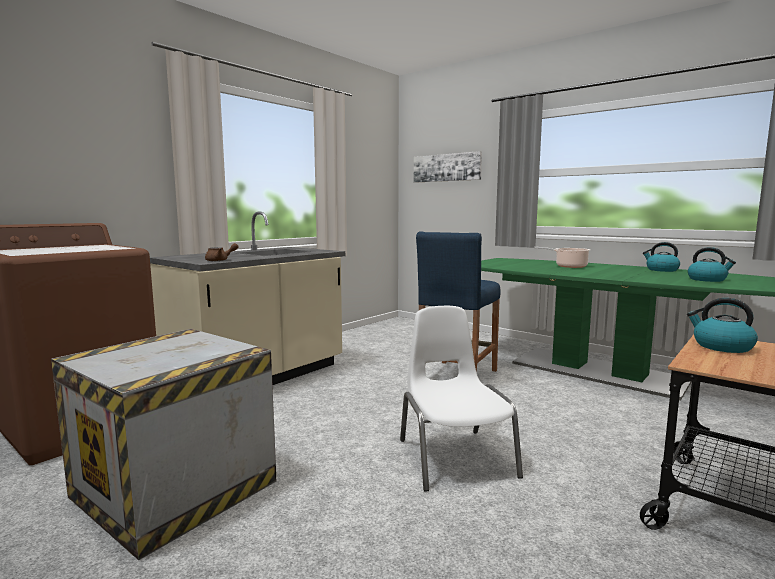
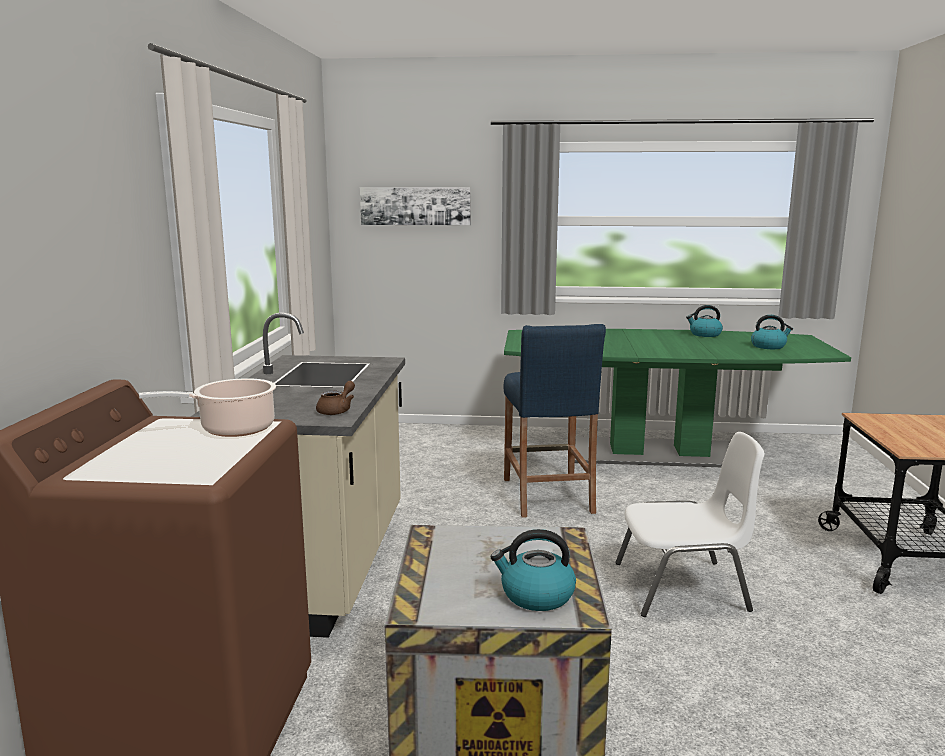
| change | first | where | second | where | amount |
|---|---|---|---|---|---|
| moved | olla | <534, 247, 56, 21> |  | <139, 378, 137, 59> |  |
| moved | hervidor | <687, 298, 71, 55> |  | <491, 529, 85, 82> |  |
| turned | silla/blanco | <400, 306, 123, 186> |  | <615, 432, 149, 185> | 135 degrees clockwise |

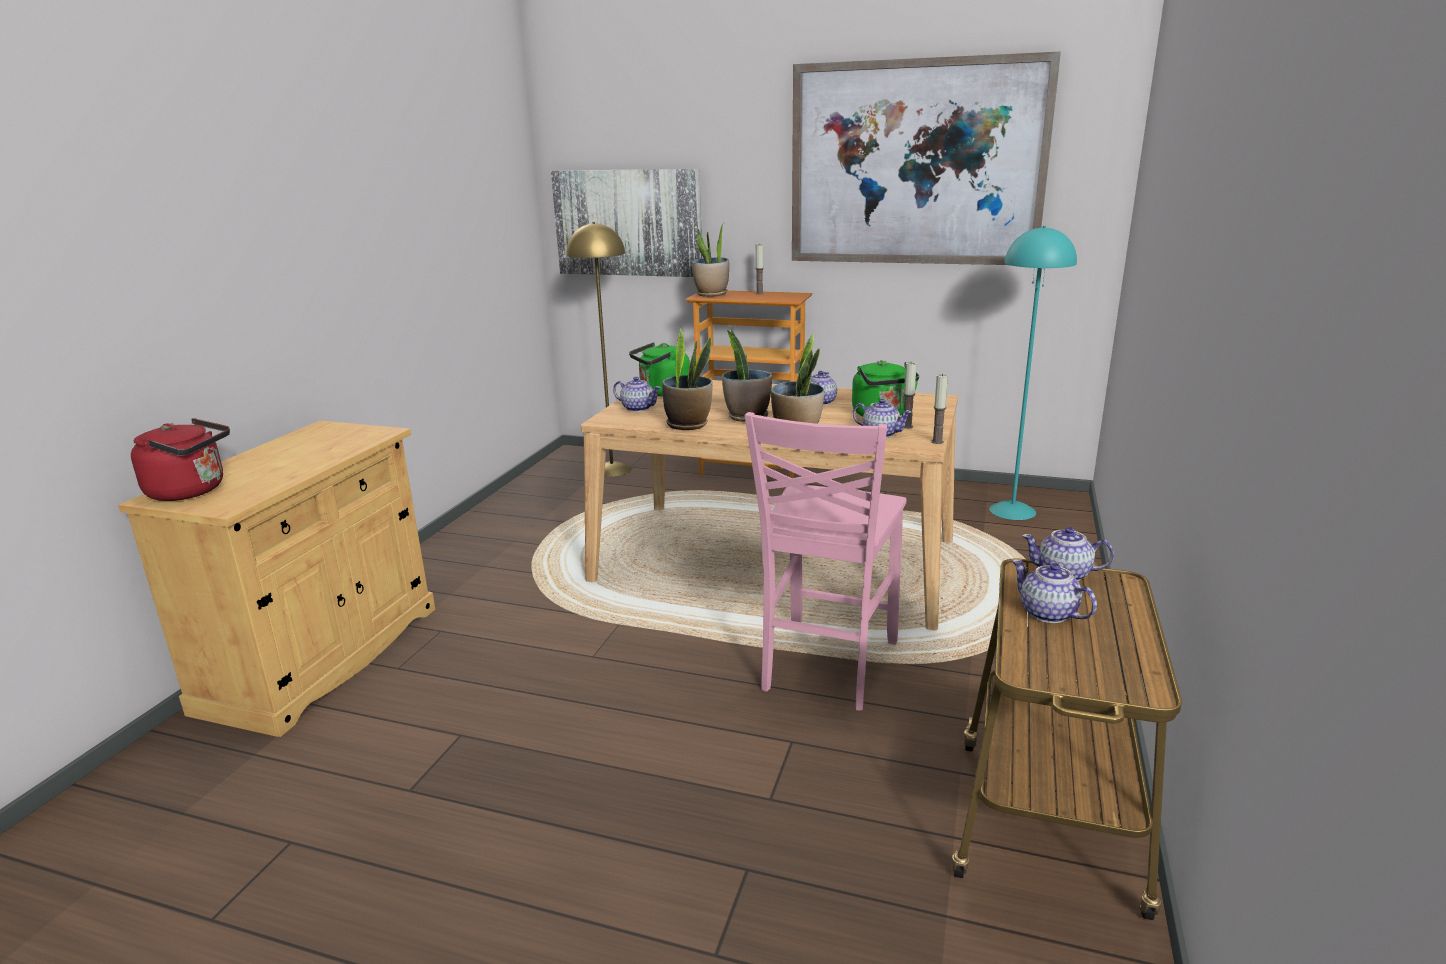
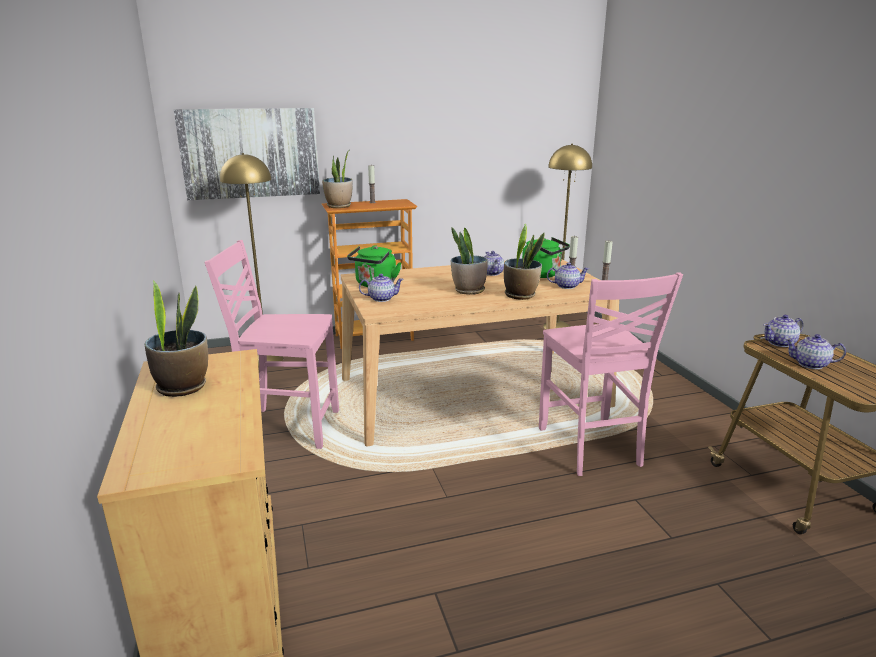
| change | first | where | second | where | amount |
|---|---|---|---|---|---|
| removed | cuadro | <792, 52, 269, 213> |  |  |  |
| recoloured | lámpara de pie/turquesa | <989, 226, 88, 294> | lámpara de pie/amarillo | <543, 144, 49, 185> |  |
| moved | planta en maceta | <662, 328, 51, 102> |  | <144, 280, 64, 117> |  |
| removed | hervidor/rojo | <131, 418, 99, 83> |  |  |  |
| added |  |  | silla/rosa | <205, 240, 134, 209> |  |

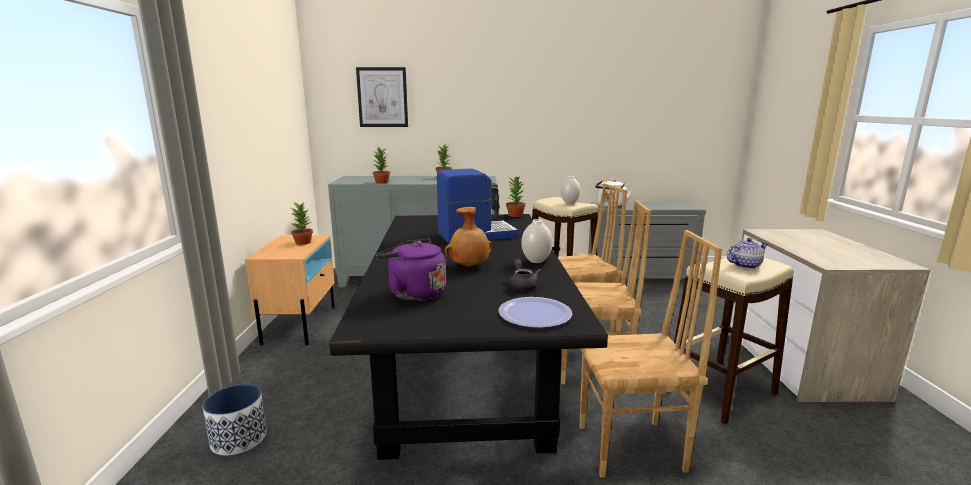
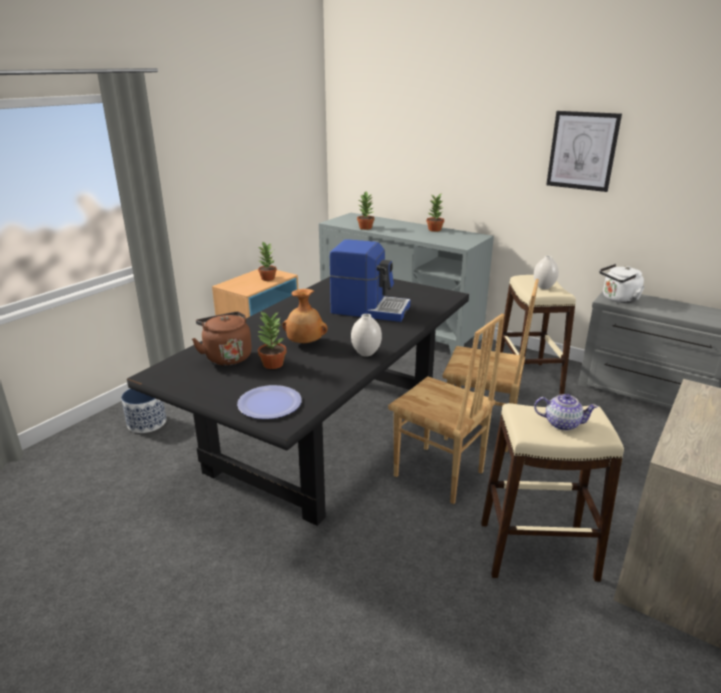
| change | first | where | second | where | amount |
|---|---|---|---|---|---|
| moved | cuadro | <356, 67, 52, 60> |  | <546, 111, 76, 81> |  |
| moved | planta en maceta | <506, 176, 20, 41> |  | <257, 312, 30, 57> |  |
| removed | silla/marrón | <580, 230, 142, 248> |  |  |  |
| recoloured | hervidor/morado | <376, 238, 70, 63> | hervidor/marrón | <192, 312, 60, 54> |  |
| removed | tetera/gris | <510, 259, 32, 32> |  |  |  |

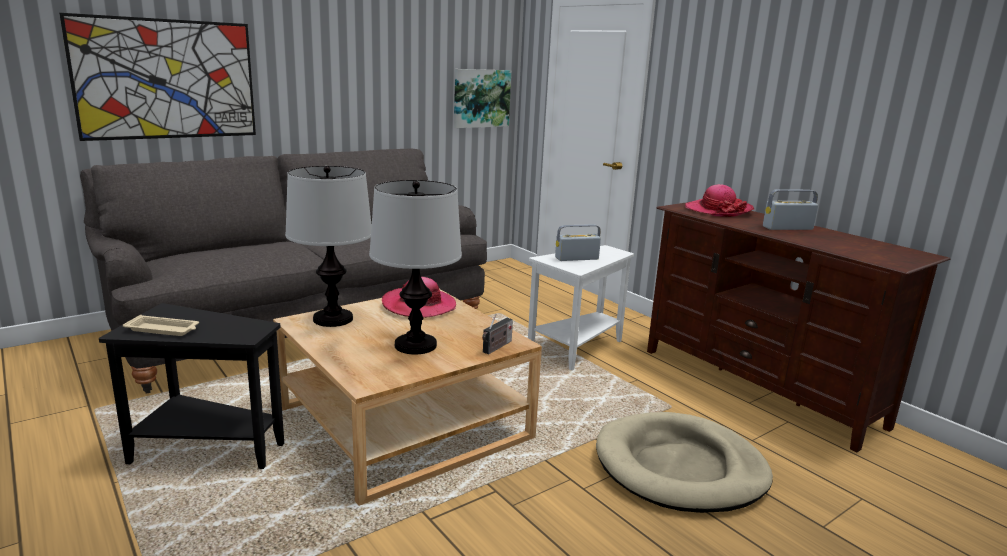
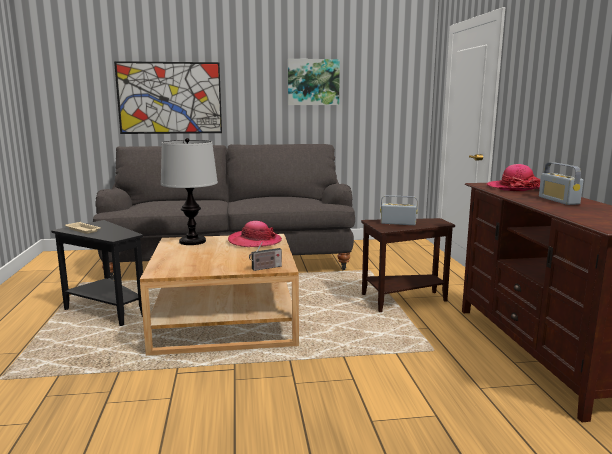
| change | first | where | second | where | amount |
|---|---|---|---|---|---|
| moved | cuadro | <454, 69, 57, 59> |  | <288, 59, 52, 46> |  |
| removed | lámpara de mesa | <369, 180, 93, 174> |  |  |  |
| turned | radio | <763, 189, 55, 41> |  | <539, 162, 44, 43> | 120 degrees counterclockwise |
| recoloured | mesa auxiliar/blanco | <528, 245, 106, 125> | mesa auxiliar/marrón | <361, 218, 94, 94> |  |
| removed | cama para perro/beis | <596, 412, 177, 101> |  |  |  |

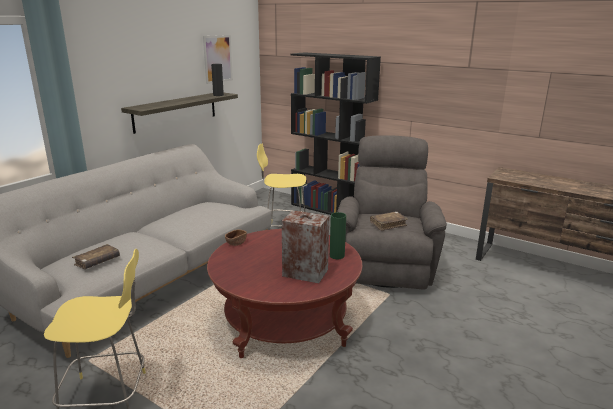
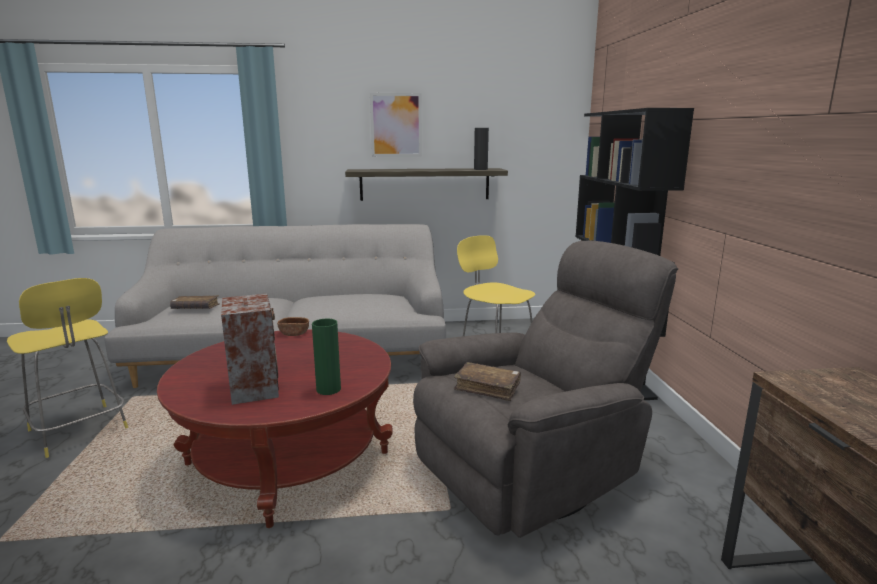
| change | first | where | second | where | amount |
|---|---|---|---|---|---|
| moved | cuadro | <203, 35, 30, 49> |  | <370, 93, 52, 64> |  |

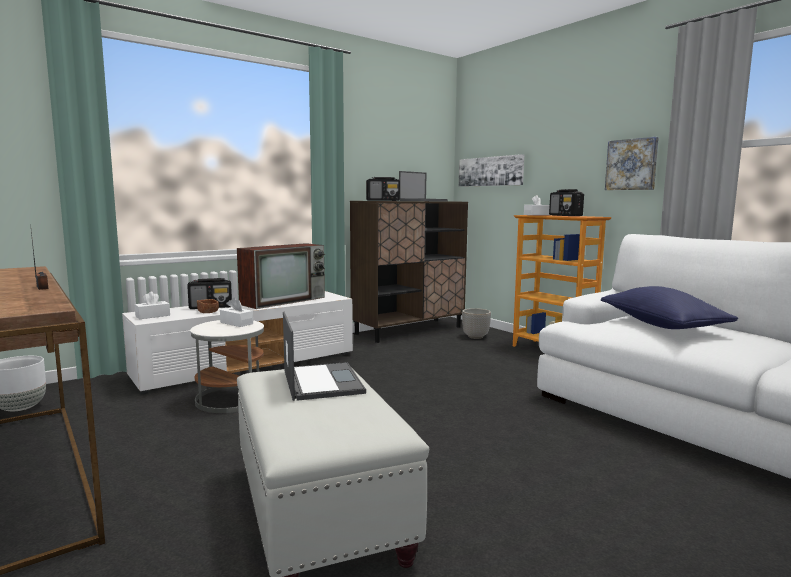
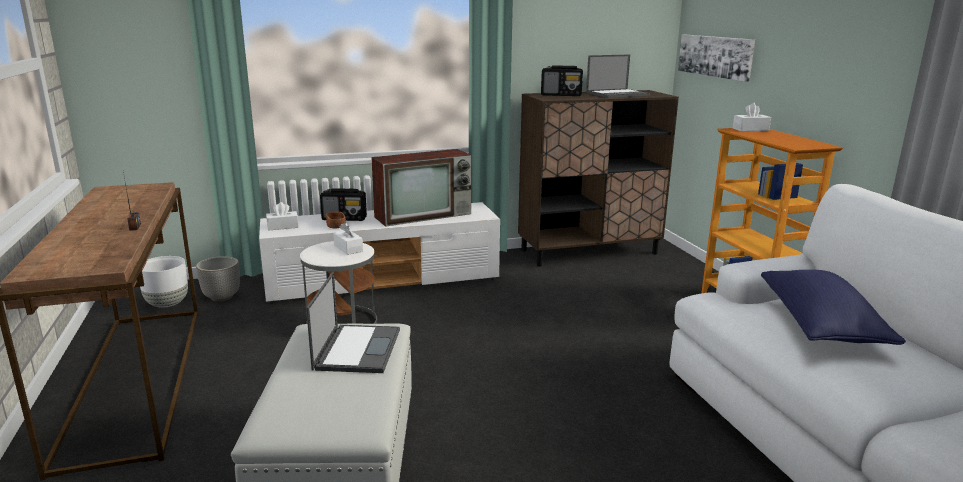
| change | first | where | second | where | amount |
|---|---|---|---|---|---|
| removed | cuadro | <605, 137, 54, 53> |  |  |  |
| removed | radio | <549, 189, 35, 27> |  |  |  |
| moved | maceta | <462, 308, 29, 31> |  | <196, 256, 44, 46> |  |

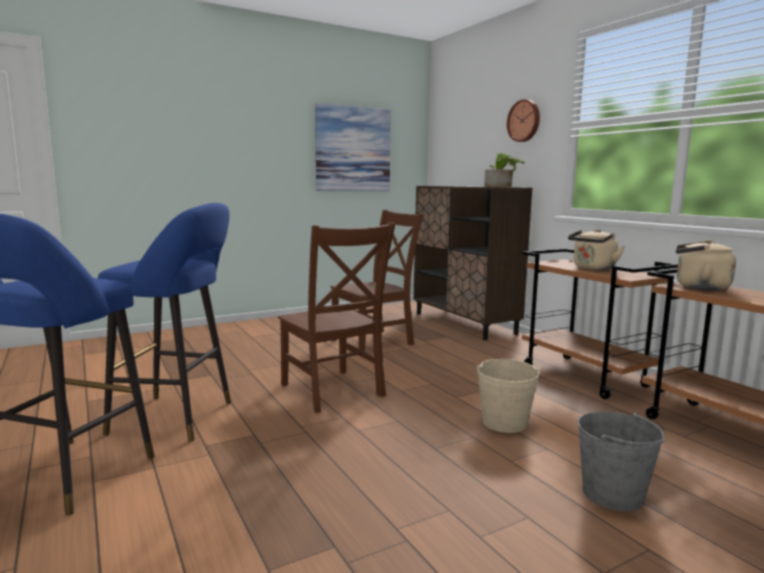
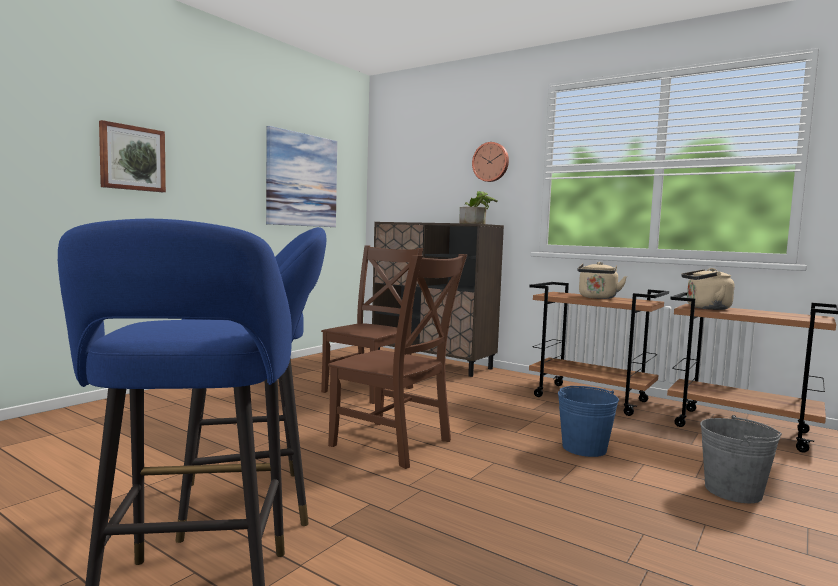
| change | first | where | second | where | amount |
|---|---|---|---|---|---|
| recoloured | cubo/beis | <476, 359, 64, 74> | cubo/azul | <558, 386, 61, 71> |  |
| added |  |  | cuadro | <99, 120, 67, 72> |  |

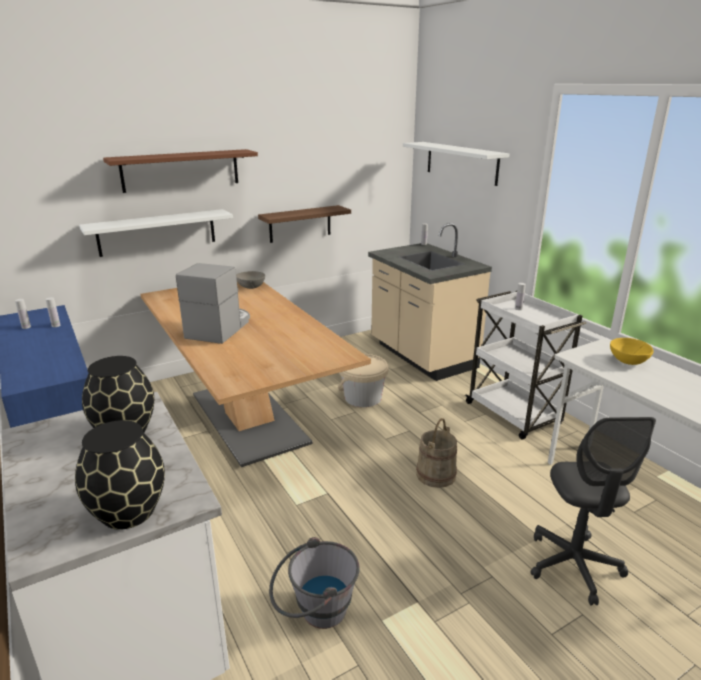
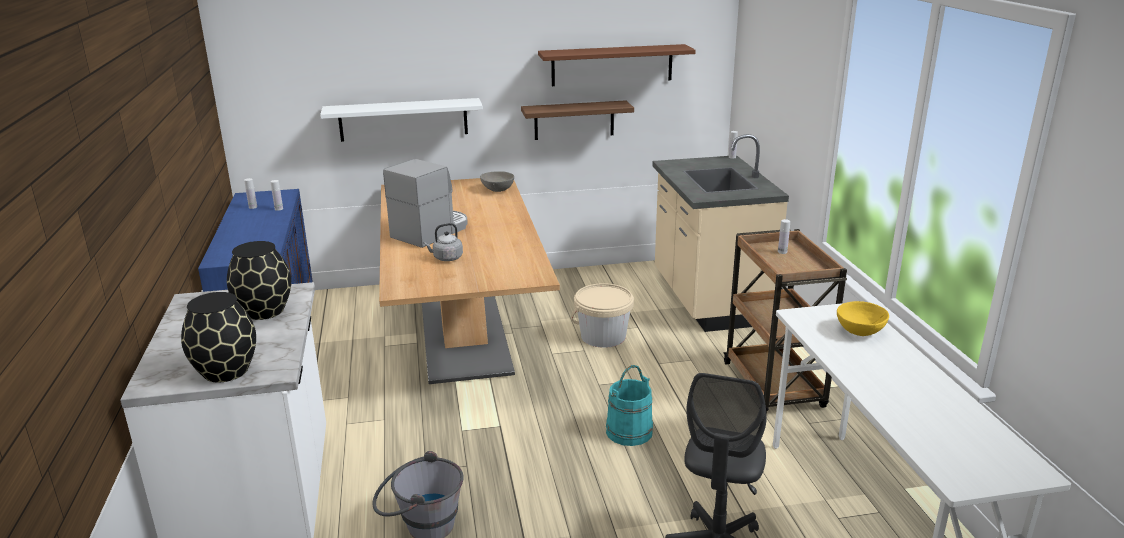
| change | first | where | second | where | amount |
|---|---|---|---|---|---|
| removed | estante/blanco | <403, 142, 107, 44> |  |  |  |
| moved | estante/marrón | <103, 149, 155, 44> |  | <538, 44, 158, 42> |  |
| recoloured | carrito/blanco | <465, 291, 122, 149> | carrito/marrón | <723, 229, 124, 185> |  |
| recoloured | cubo/beis | <416, 418, 41, 70> | cubo/turquesa | <606, 365, 47, 81> |  |
| added |  |  | hervidor/gris | <423, 223, 40, 38> |  |

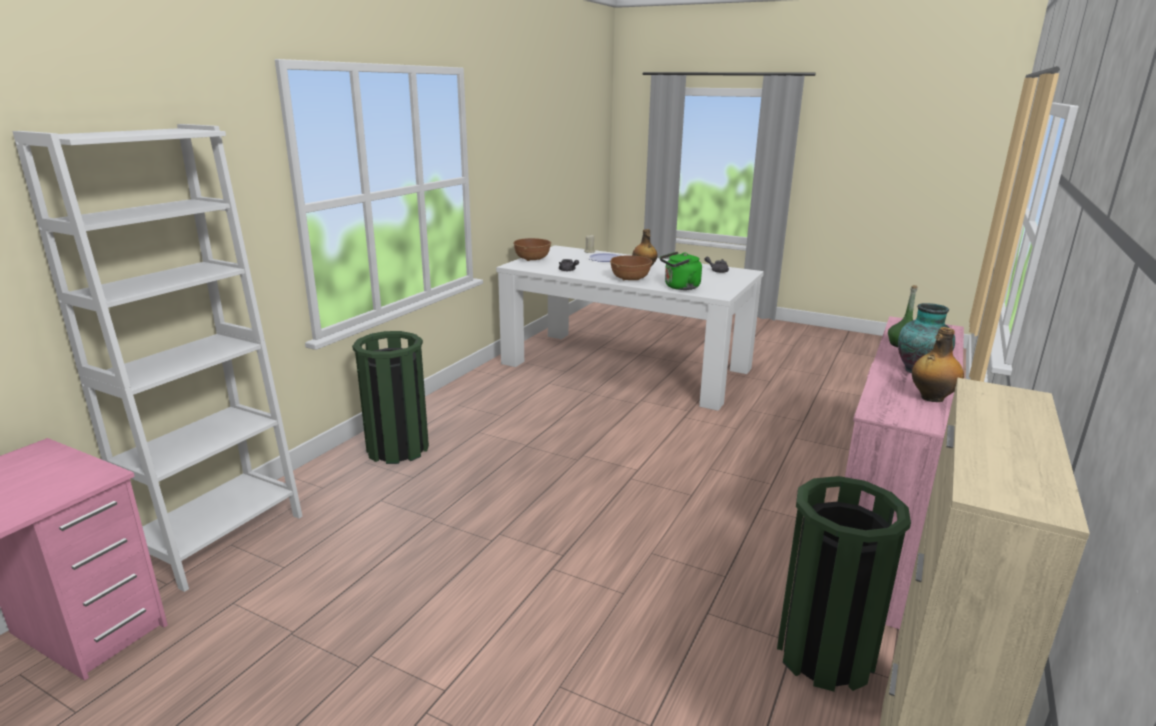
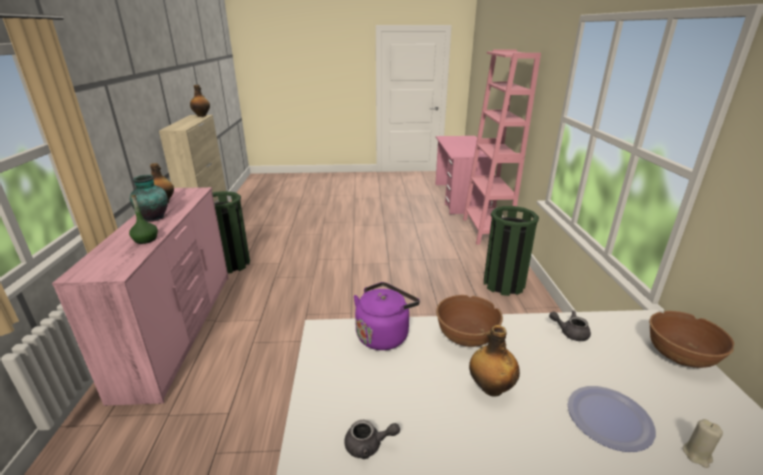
| change | first | where | second | where | amount |
|---|---|---|---|---|---|
| recoloured | estantería/blanco | <12, 124, 291, 468> | estantería/rosa | <463, 50, 78, 195> |  |
| recoloured | hervidor/verde | <660, 251, 42, 39> | hervidor/morado | <354, 282, 66, 68> |  |
| added |  |  | botella | <190, 85, 20, 32> |  |

